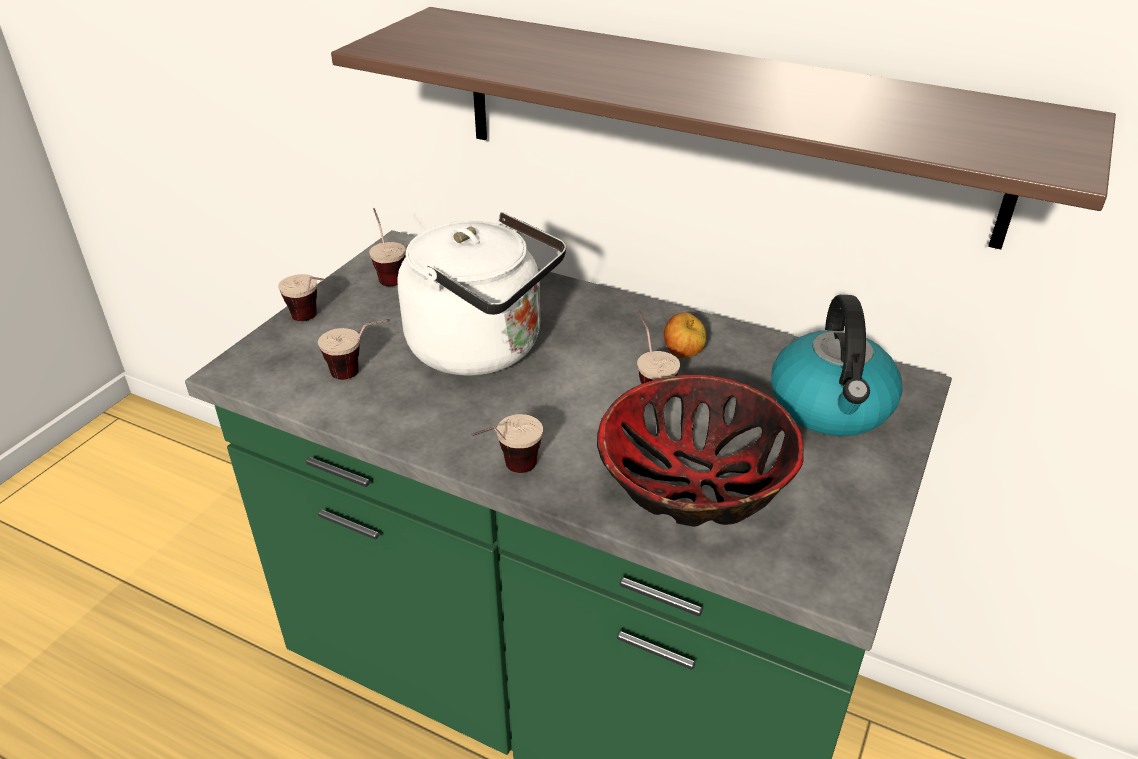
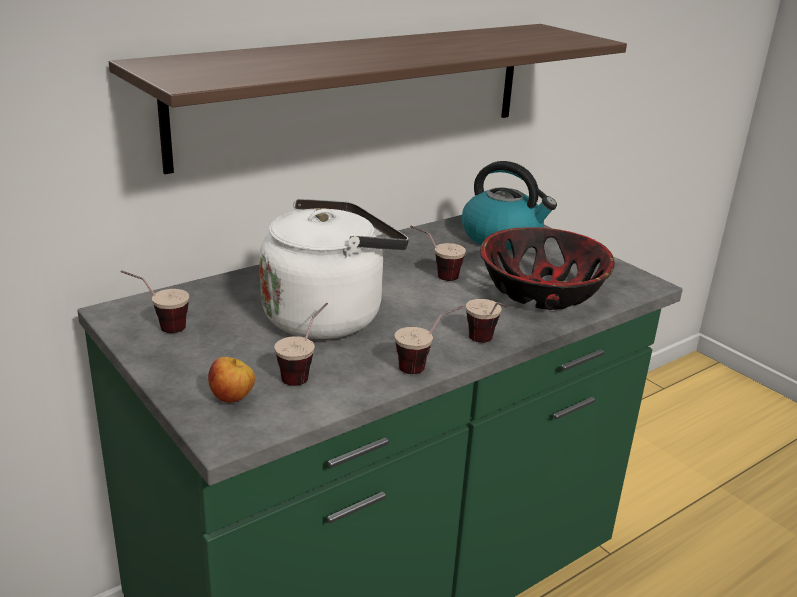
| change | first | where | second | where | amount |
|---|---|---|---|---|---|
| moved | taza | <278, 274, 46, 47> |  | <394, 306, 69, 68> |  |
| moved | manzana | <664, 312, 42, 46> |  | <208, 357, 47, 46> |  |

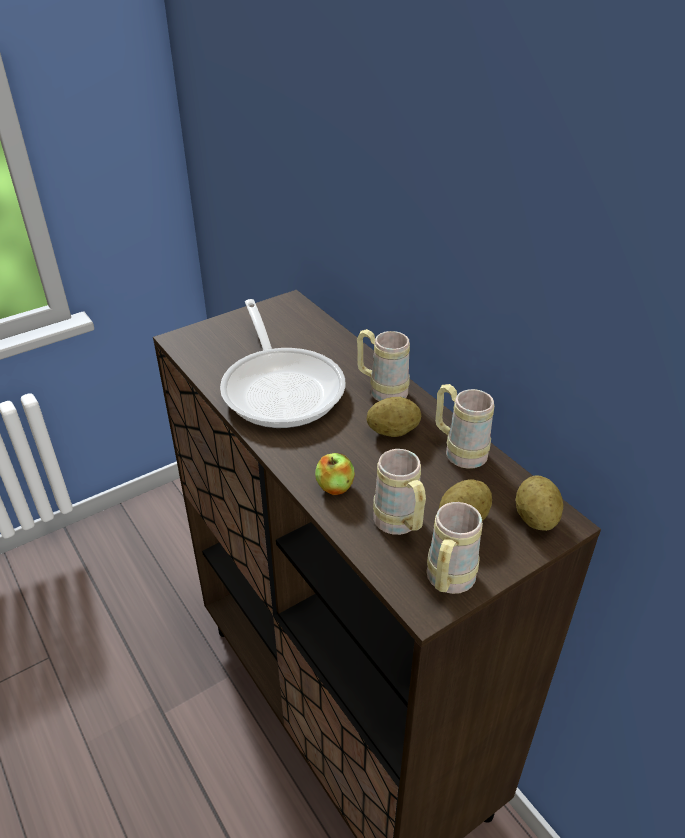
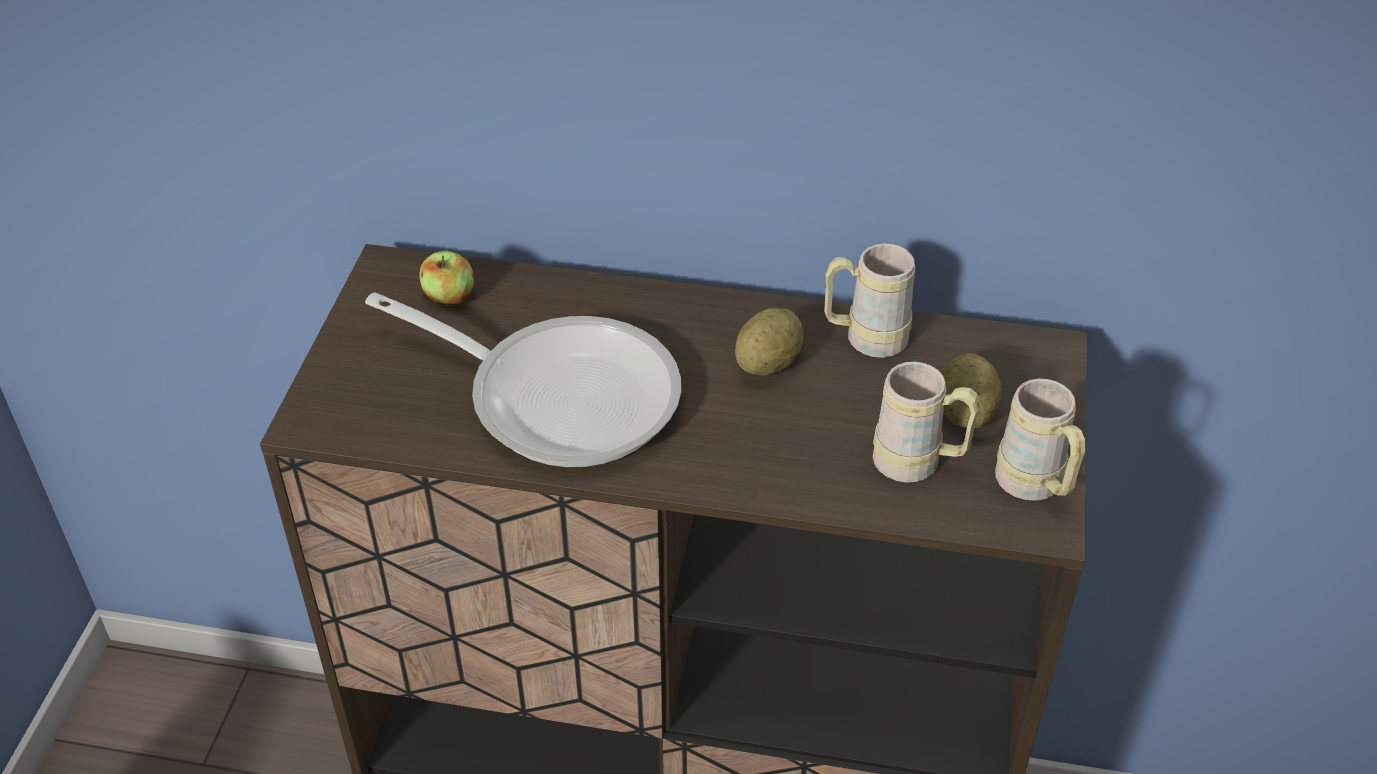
| change | first | where | second | where | amount |
|---|---|---|---|---|---|
| removed | taza grande/beis | <357, 329, 53, 72> |  |  |  |
| moved | manzana | <315, 453, 40, 42> |  | <419, 250, 55, 56> |  |
| removed | patata | <515, 476, 48, 55> |  |  |  |

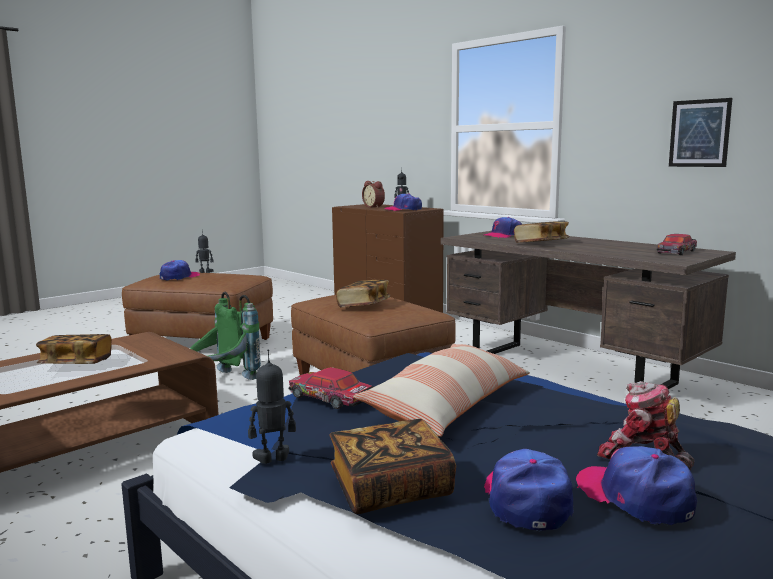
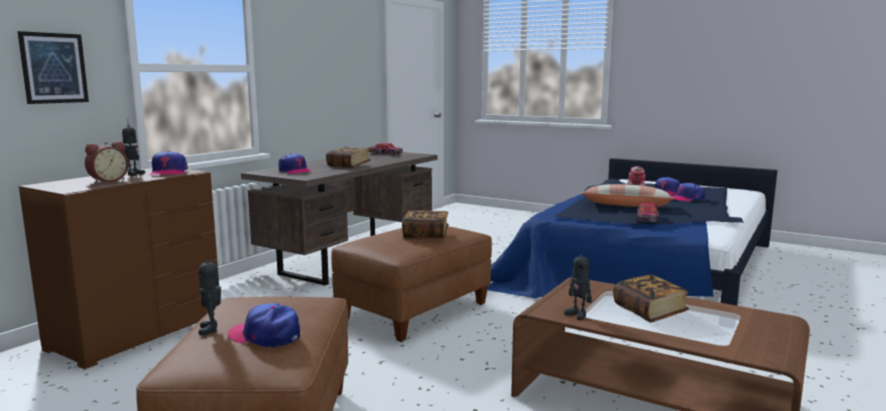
| change | first | where | second | where | amount |
|---|---|---|---|---|---|
| moved | cuadro | <669, 98, 63, 69> |  | <18, 31, 71, 73> |  |
| removed | mochila/verde | <190, 292, 71, 88> |  |  |  |
| moved | robot de juguete | <248, 349, 48, 115> |  | <564, 247, 28, 73> |  |
| removed | libro | <329, 419, 127, 95> |  |  |  |

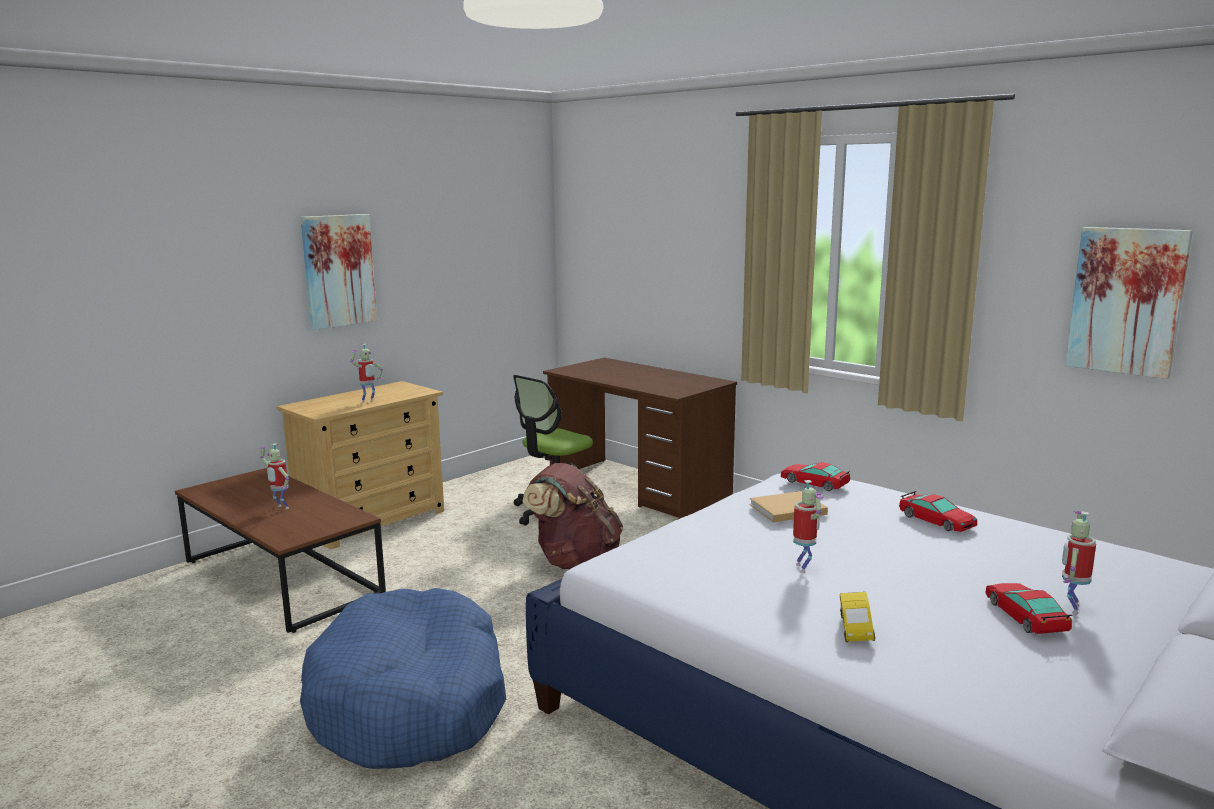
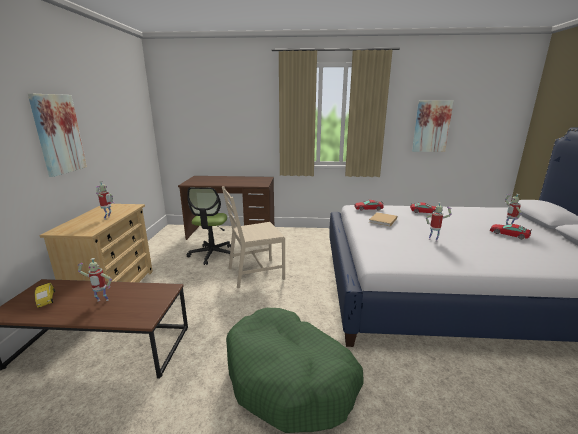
| change | first | where | second | where | amount |
|---|---|---|---|---|---|
| replaced | mochila/marrón | <522, 463, 101, 106> | silla/beis | <222, 186, 63, 102> |  |
| recoloured | cama para perro/azul | <300, 588, 206, 181> | cama para perro/verde | <226, 308, 138, 125> |  |
| moved | coche de juguete/amarillo | <840, 592, 35, 50> |  | <35, 283, 20, 25> |  |

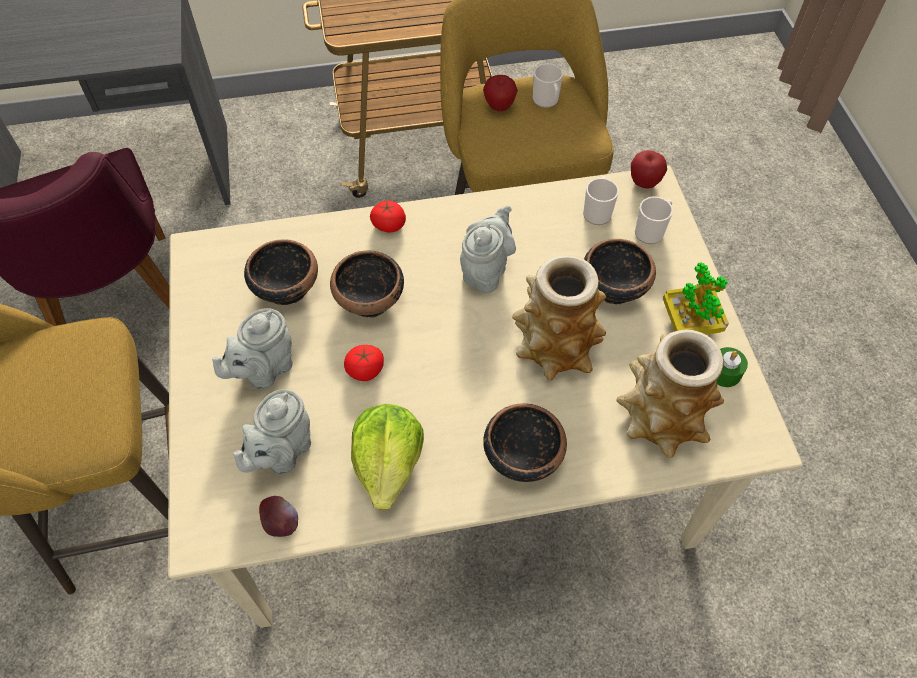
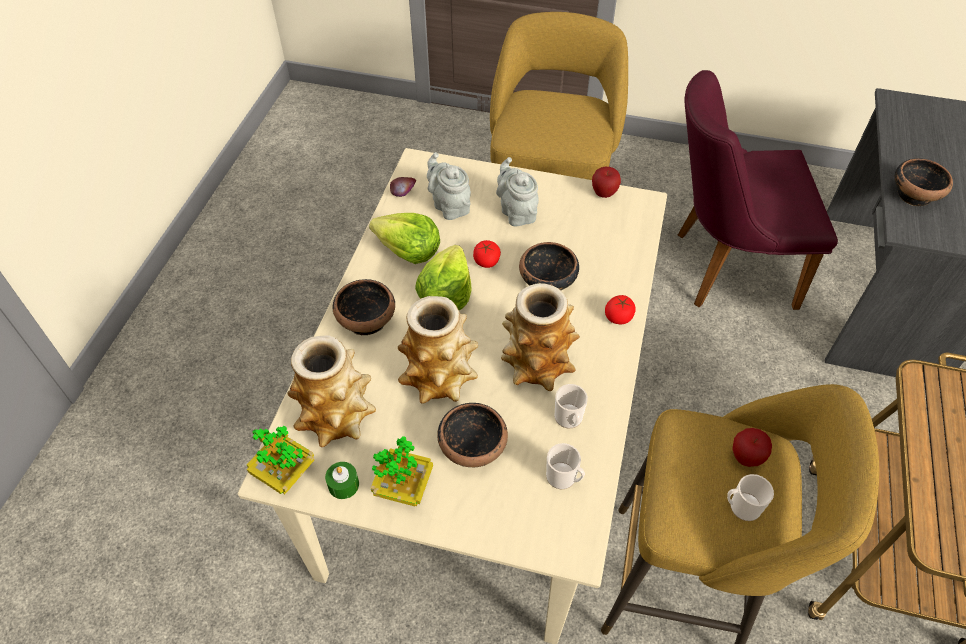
| change | first | where | second | where | amount |
|---|---|---|---|---|---|
| moved | manzana | <631, 150, 36, 39> |  | <592, 167, 29, 31> |  |
| moved | taza grande | <635, 196, 38, 48> |  | <555, 384, 33, 45> |  |
| replaced | tetera/gris | <460, 206, 56, 87> | florero | <501, 283, 79, 108> |  |
| moved | cuenco | <244, 240, 74, 65> |  | <895, 158, 58, 49> |  |
| added |  |  | lechuga | <415, 245, 57, 65> |  |
| added |  |  | planta en maceta | <247, 426, 67, 68> |  |

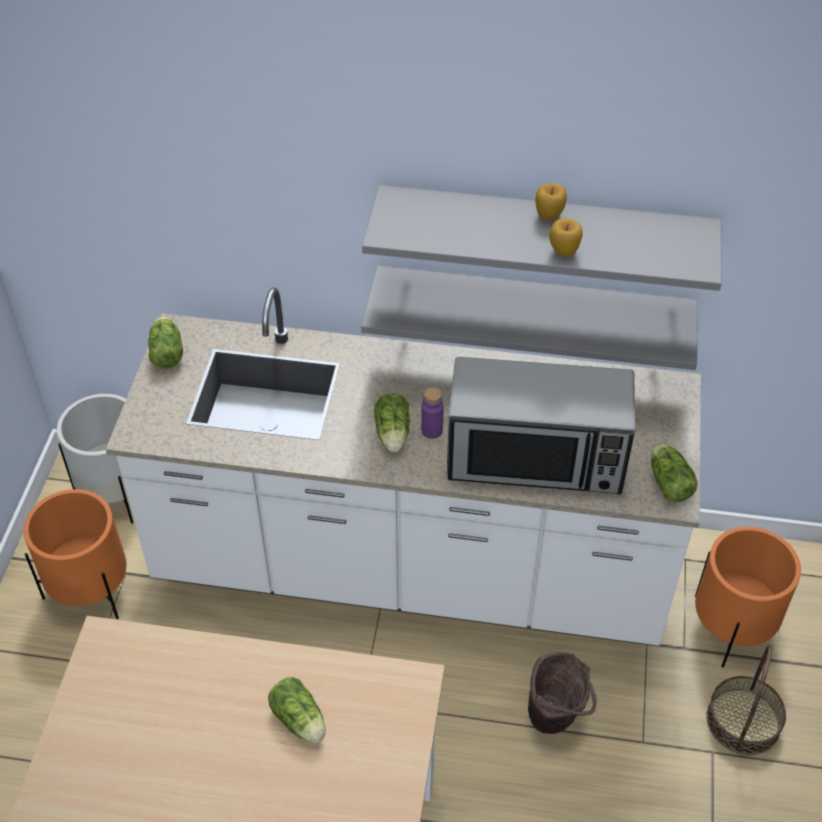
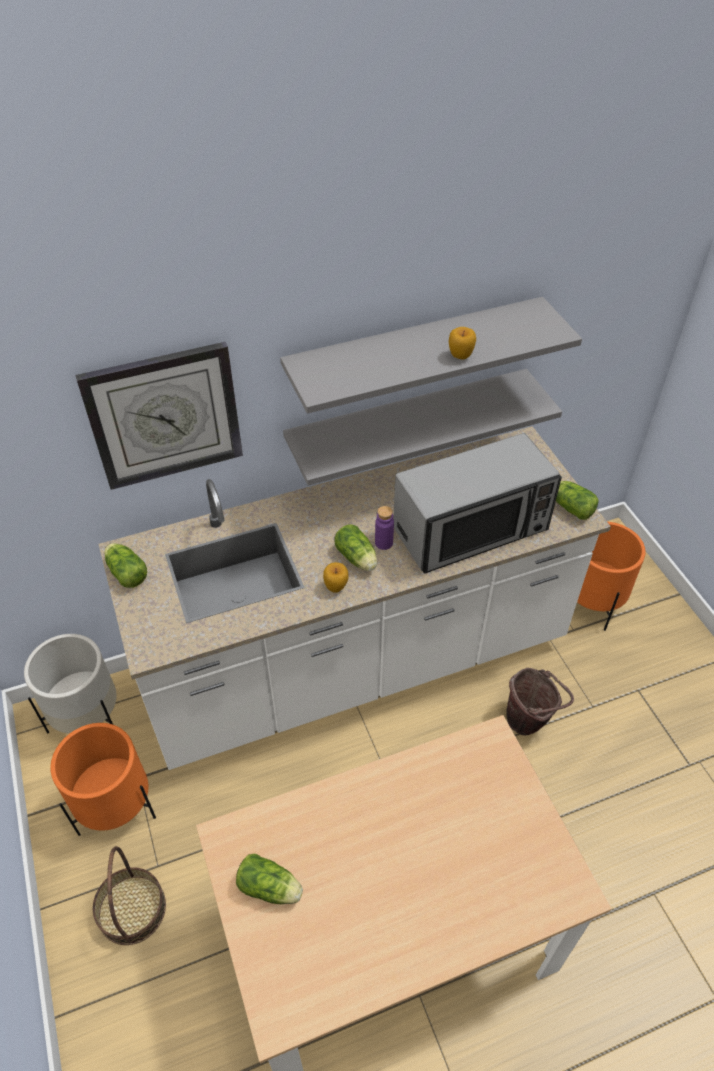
| change | first | where | second | where | amount |
|---|---|---|---|---|---|
| moved | manzana | <536, 183, 31, 38> |  | <323, 562, 26, 31> |  |
| moved | cesta | <706, 645, 80, 110> |  | <93, 846, 73, 99> |  |
| moved | lechuga | <268, 677, 58, 66> |  | <236, 854, 67, 50> |  |
| added |  |  | reloj de pared | <76, 342, 167, 148> |  |

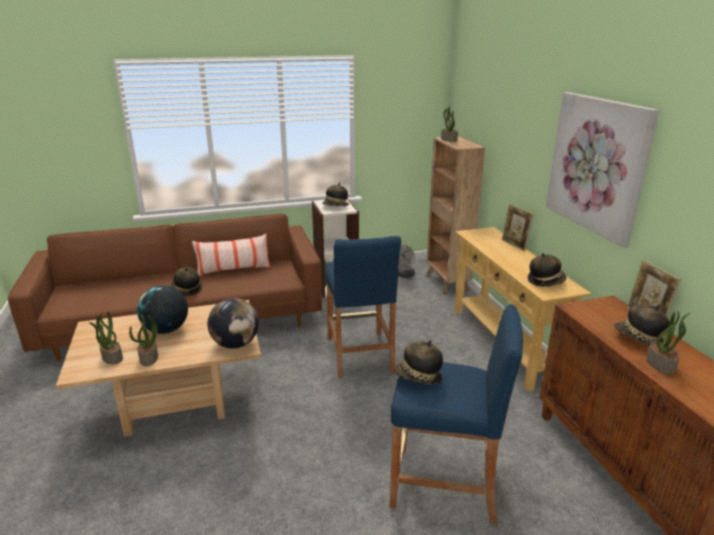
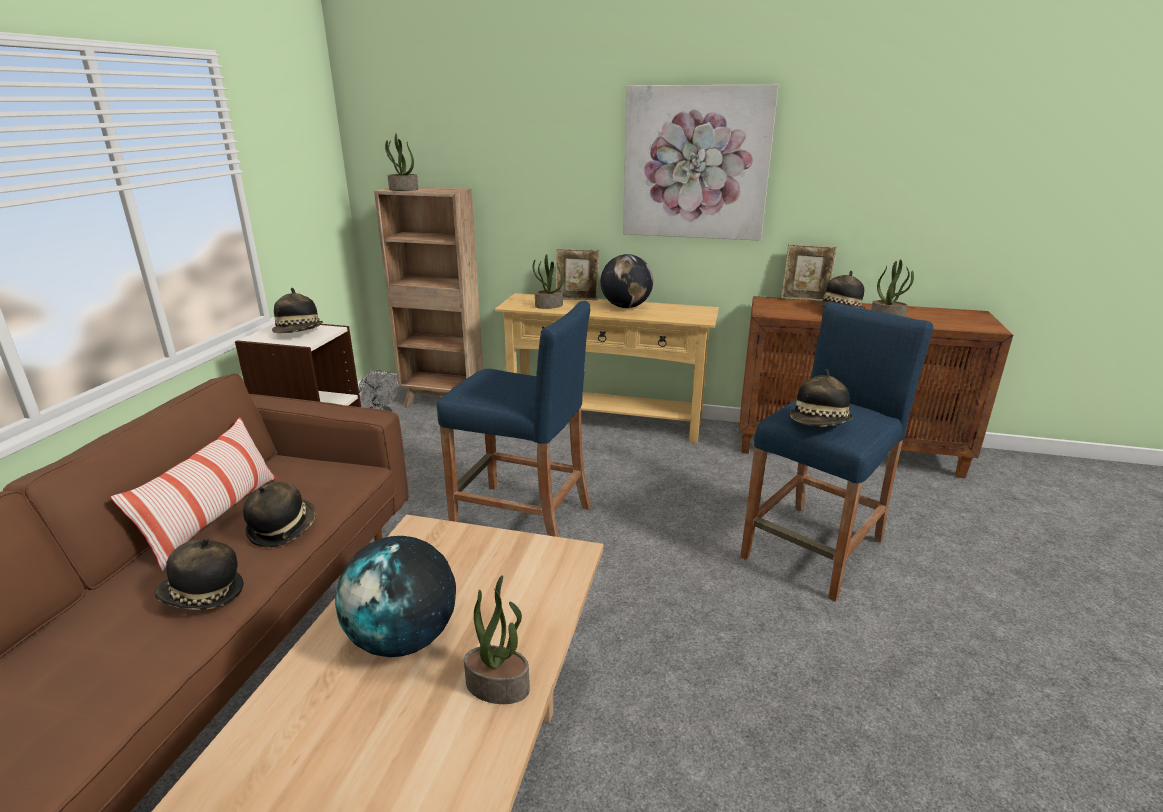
| change | first | where | second | where | amount |
|---|---|---|---|---|---|
| moved | sombrero | <528, 253, 38, 34> |  | <243, 482, 73, 66> |  |
| moved | globo terráqueo | <207, 298, 52, 50> |  | <601, 254, 52, 54> |  |
| moved | planta en maceta | <89, 312, 34, 52> |  | <533, 254, 30, 55> |  |

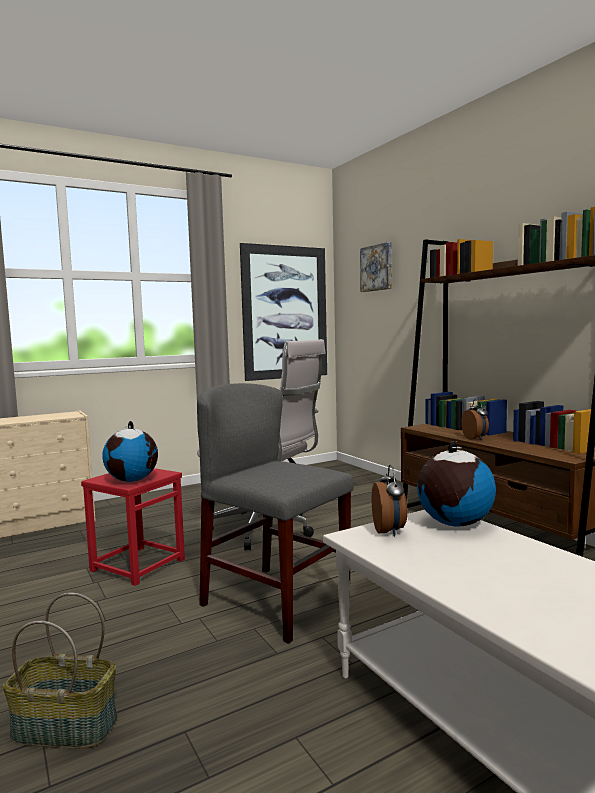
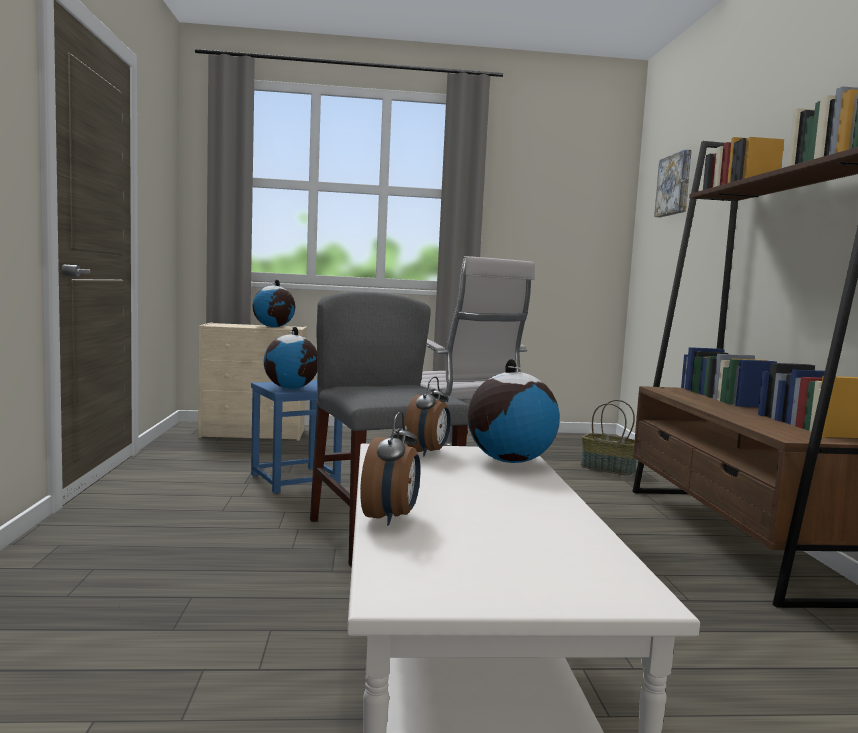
| change | first | where | second | where | amount |
|---|---|---|---|---|---|
| removed | cuadro | <240, 243, 87, 138> |  |  |  |
| moved | despertador | <461, 399, 28, 41> |  | <360, 412, 61, 114> |  |
| recoloured | taburete/rojo | <81, 468, 104, 118> | taburete/azul | <251, 380, 91, 113> |  |
| moved | cesta | <3, 593, 114, 156> |  | <581, 400, 55, 76> |  |
| added |  |  | globo terráqueo | <252, 280, 43, 47> |  |

